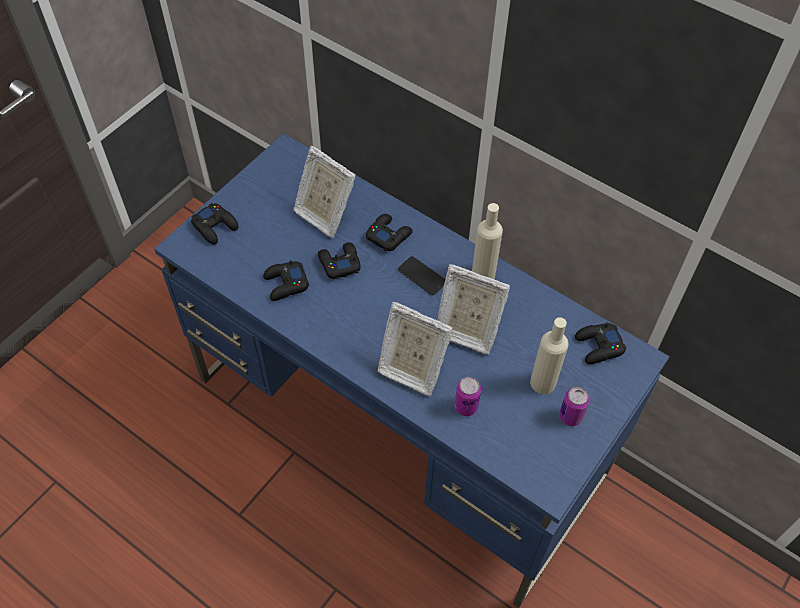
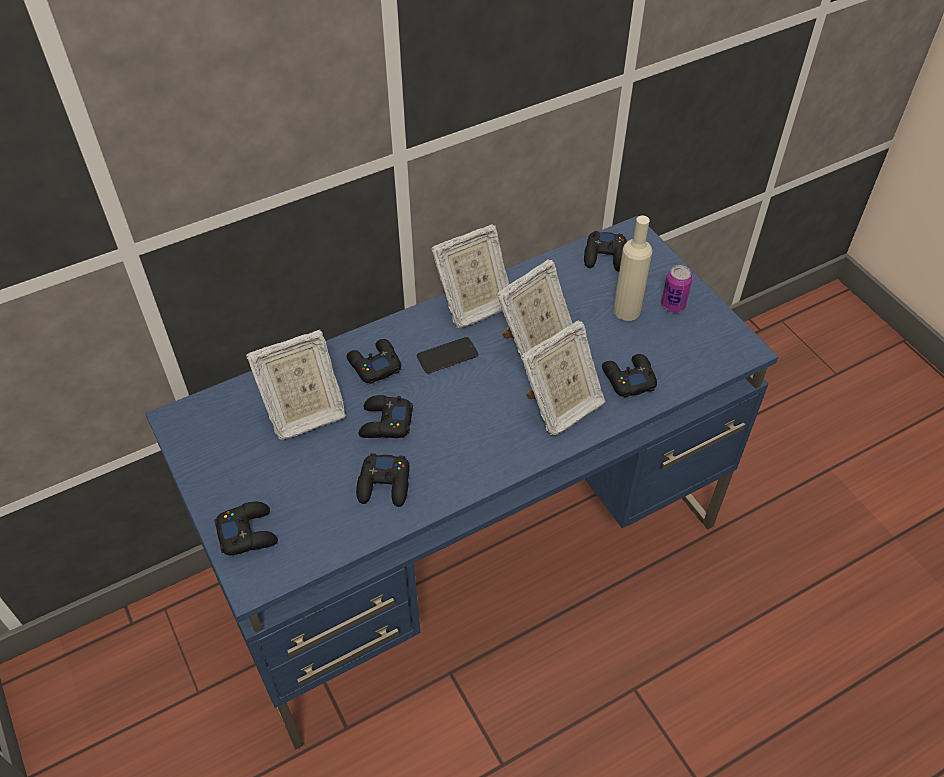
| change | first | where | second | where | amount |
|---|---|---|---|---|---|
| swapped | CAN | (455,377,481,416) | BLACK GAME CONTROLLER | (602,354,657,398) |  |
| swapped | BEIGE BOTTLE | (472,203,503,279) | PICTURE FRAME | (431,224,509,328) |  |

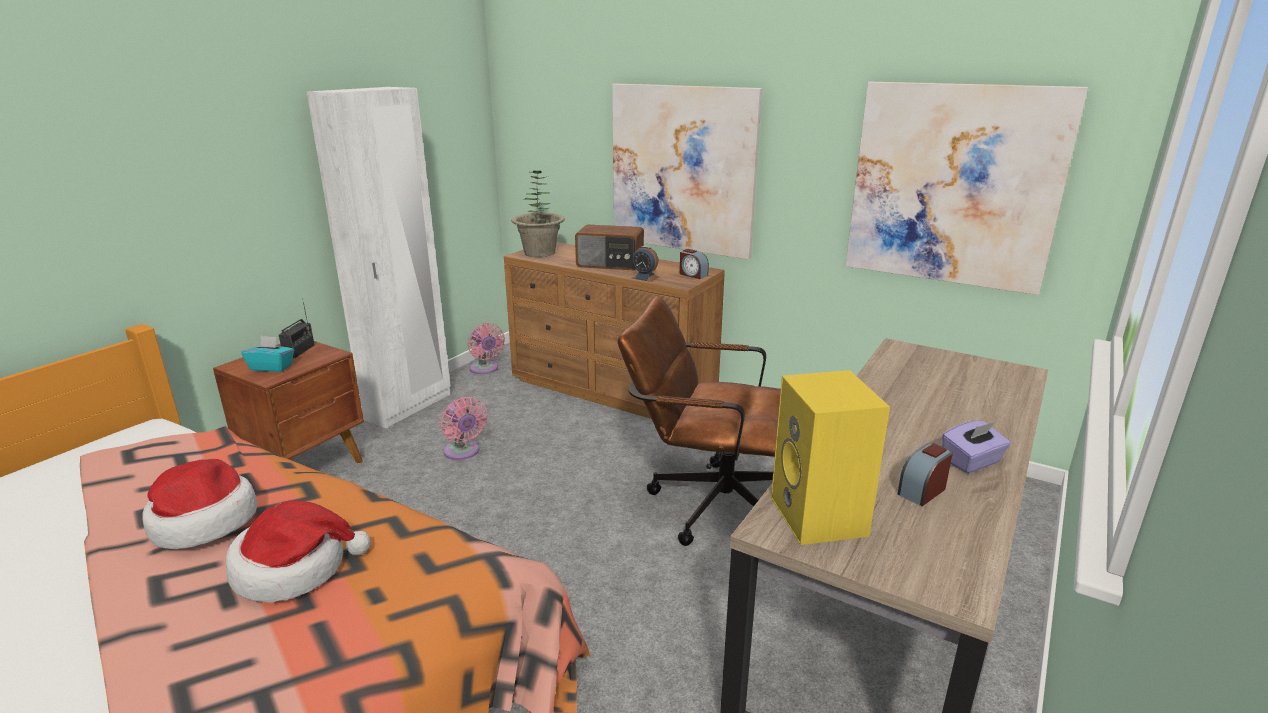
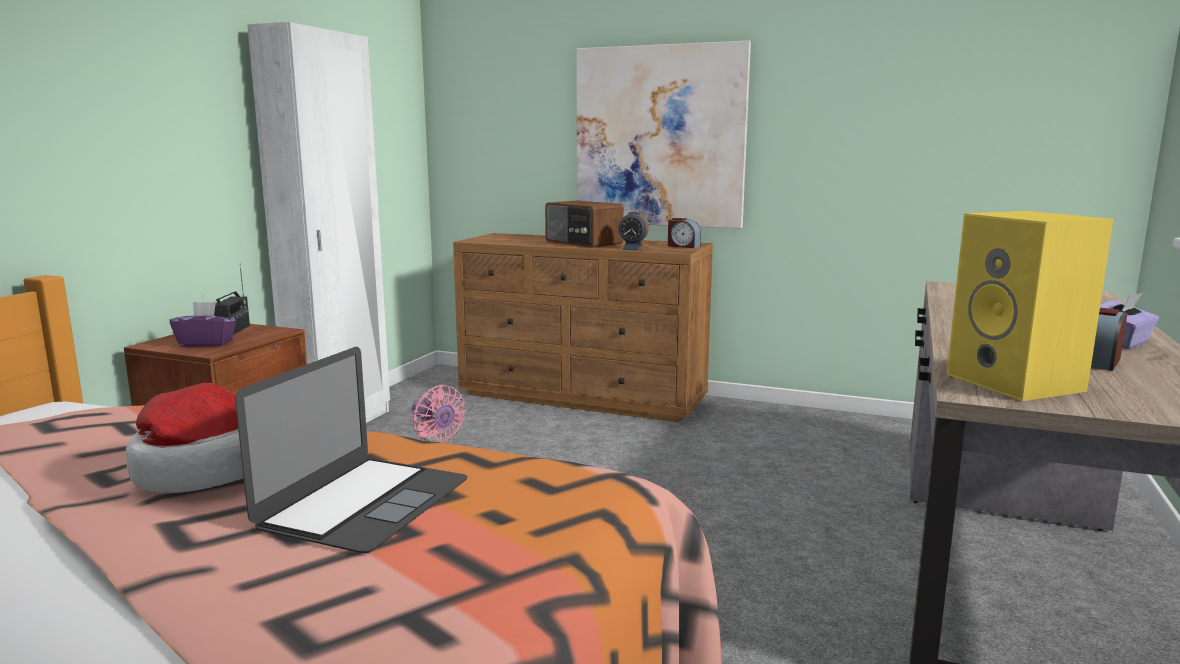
| change | first | where | second | where | amount |
|---|---|---|---|---|---|
| swapped | HAT | (226,500,371,602) | LAPTOP | (235,347,467,553) |  |
| repainted | TURQUOISE TISSUE BOX | (241,336,294,372) | PURPLE TISSUE BOX | (170,302,237,347) |  |
| gone | PINK FAN | (468,323,505,374) |  |  |  |
| gone | POTTED PLANT | (511,171,565,257) |  |  |  |
| rotated | RADIO | (575,225,644,271) |  | (545,201,624,248) | 45 degrees clockwise |
| gone | BROWN OFFICE CHAIR | (618,296,781,546) |  |  |  |
| gone | PICTURE | (845,82,1088,295) |  |  |  |

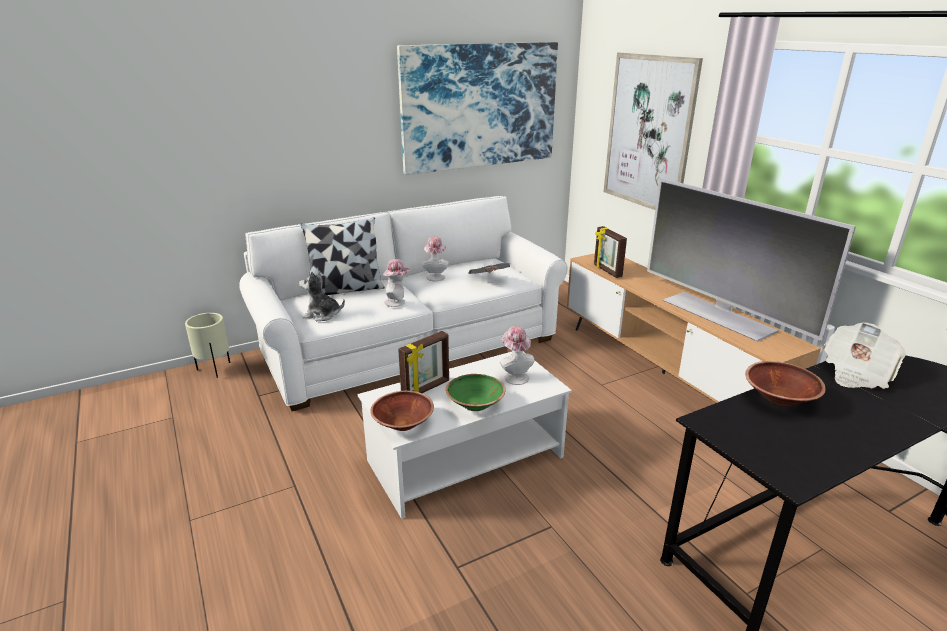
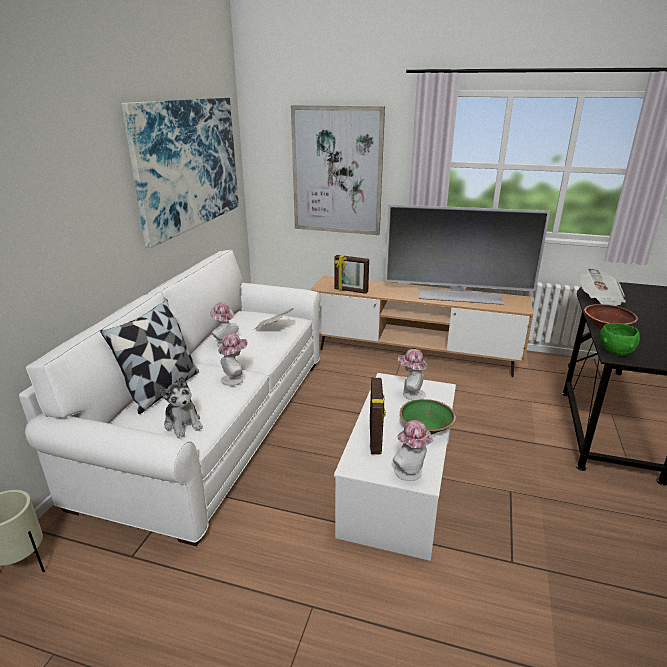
| change | first | where | second | where | amount |
|---|---|---|---|---|---|
| rotated | PLUSH TOY | (299,271,345,321) |  | (160,377,203,438) | 90 degrees counterclockwise |
| swapped | BROWN BOWL | (370,391,434,431) | HAT | (393,420,433,481) |  |
| new |  |  | GREEN BOWL | (600,323,640,355) |  |

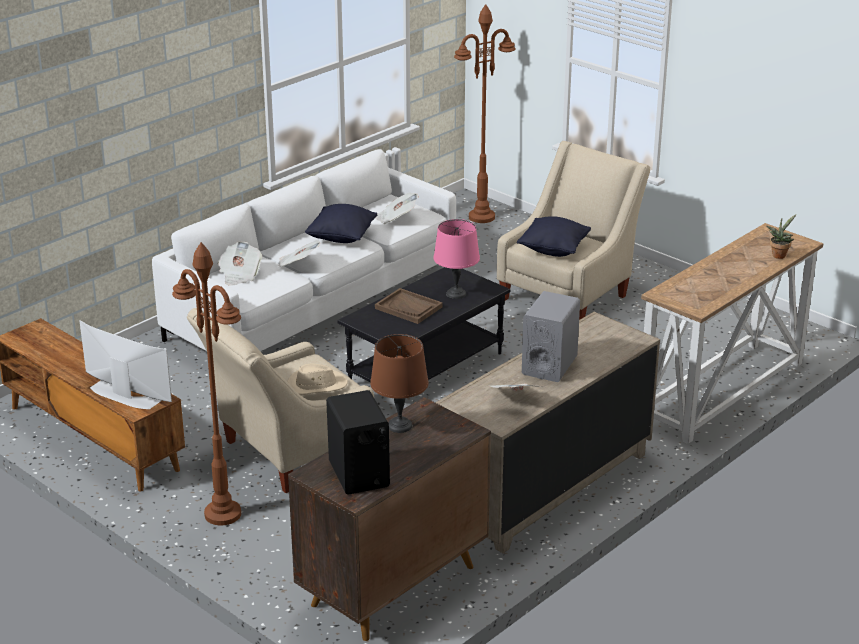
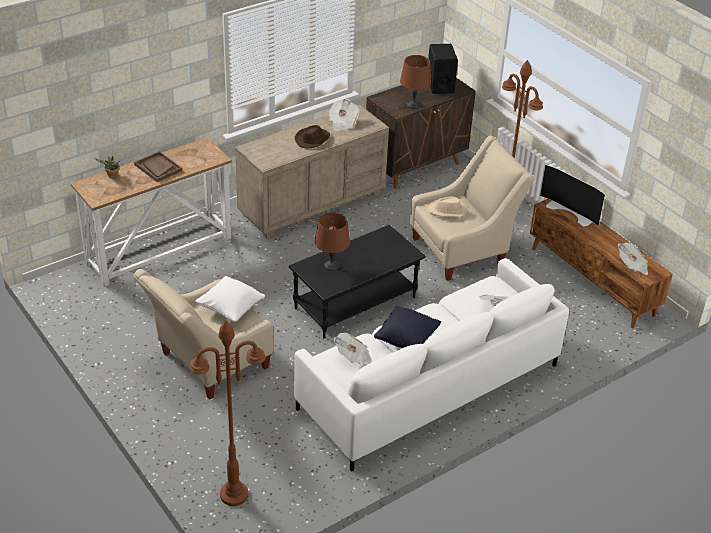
| change | first | where | second | where | amount |
|---|---|---|---|---|---|
| shifted | NEWSPAPER | (278,240,320,268) |  | (618,243,648,275) |  |
| shifted | BROWN TRAY | (375,288,443,324) |  | (134,151,182,182) |  |
| repainted | PINK TABLE LAMP | (434,219,480,299) | BROWN TABLE LAMP | (315,212,350,271) |  |
| repainted | BLACK PILLOW | (517,216,591,257) | WHITE PILLOW | (195,276,265,322) |  |
| swapped | GREY SPEAKER | (522,291,580,382) | BROWN HAT | (295,125,330,149) |  |

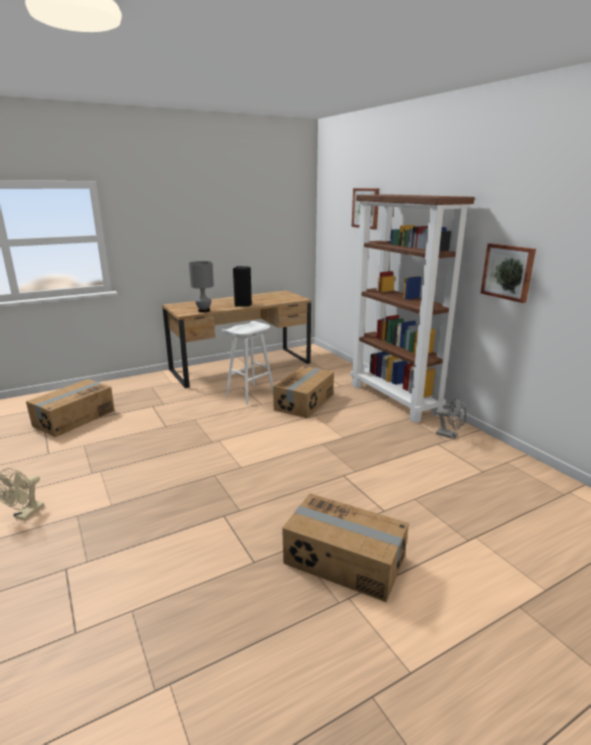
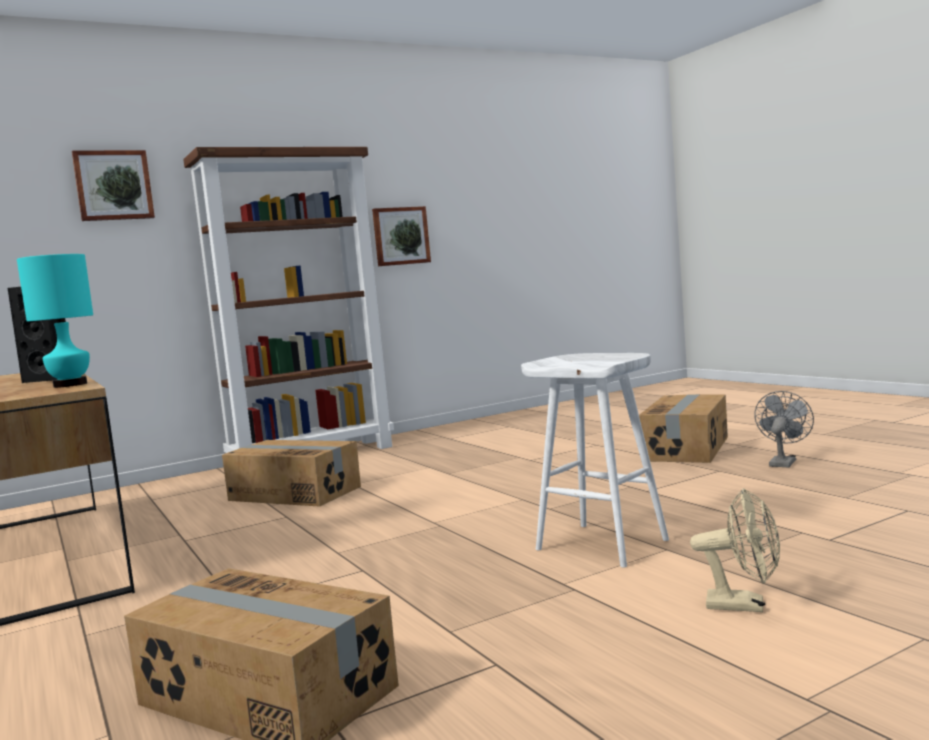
| change | first | where | second | where | amount |
|---|---|---|---|---|---|
| repainted | GREY TABLE LAMP | (189,261,214,313) | TURQUOISE TABLE LAMP | (17,254,93,388) |  |
| shifted | WHITE STOOL | (222,321,273,405) |  | (521,353,669,567) |  |
| shifted | GREY FAN | (436,397,467,439) |  | (754,391,814,468) |  |

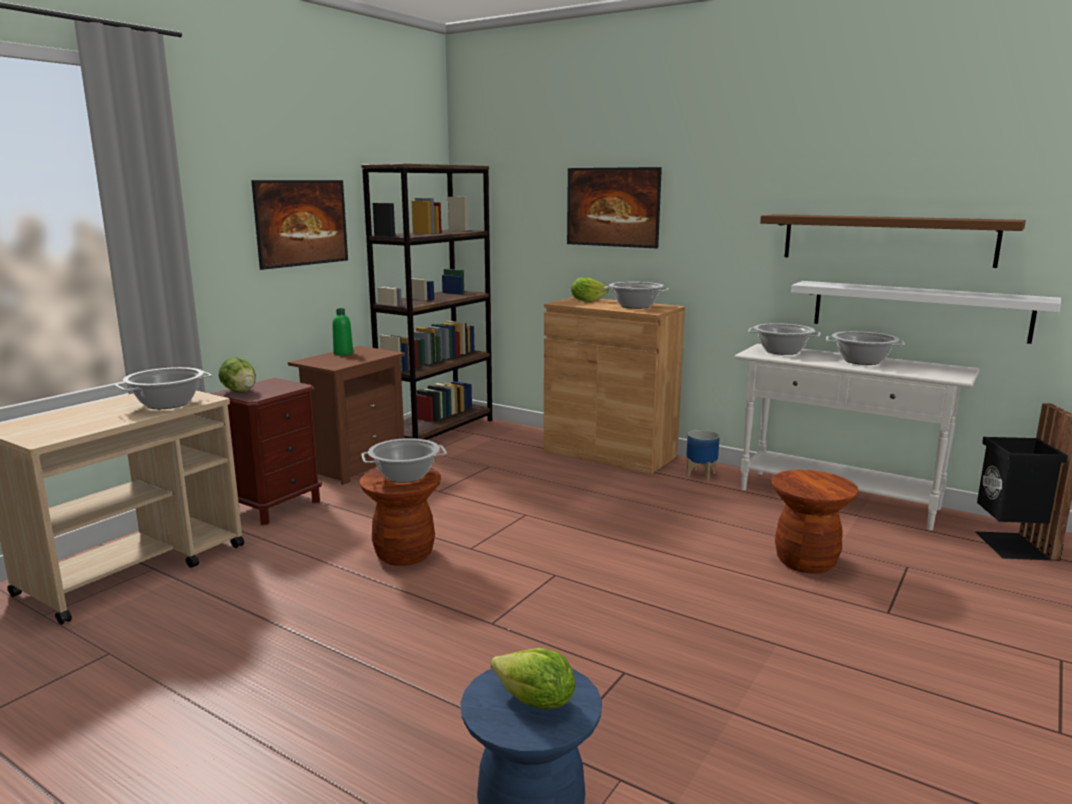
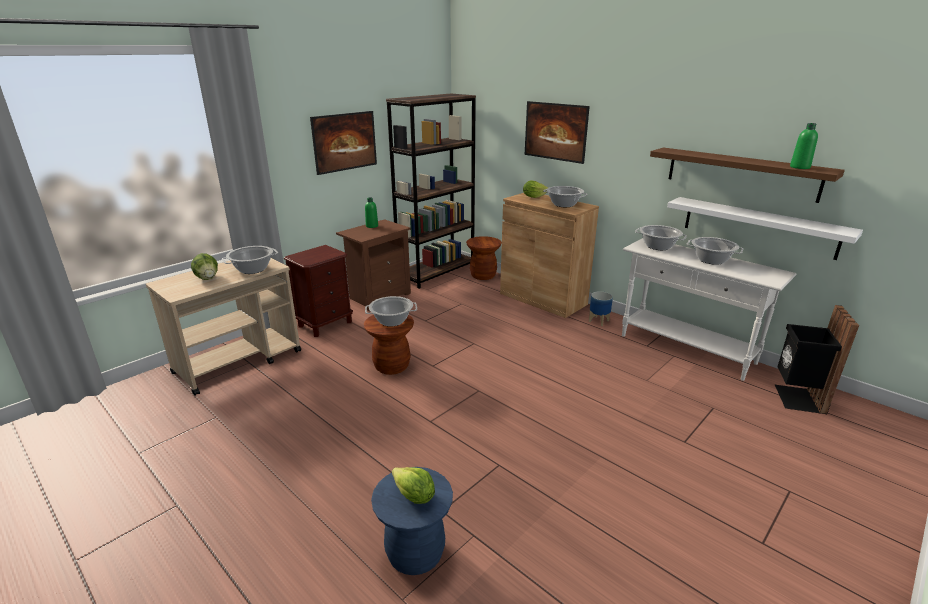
| change | first | where | second | where | amount |
|---|---|---|---|---|---|
| shifted | LETTUCE | (218,357,256,393) |  | (191,253,218,280) |  |
| shifted | BROWN STOOL | (772,470,859,574) |  | (466,236,502,280) |  |
| new |  |  | GREEN BOTTLE | (790,123,818,169) |  |

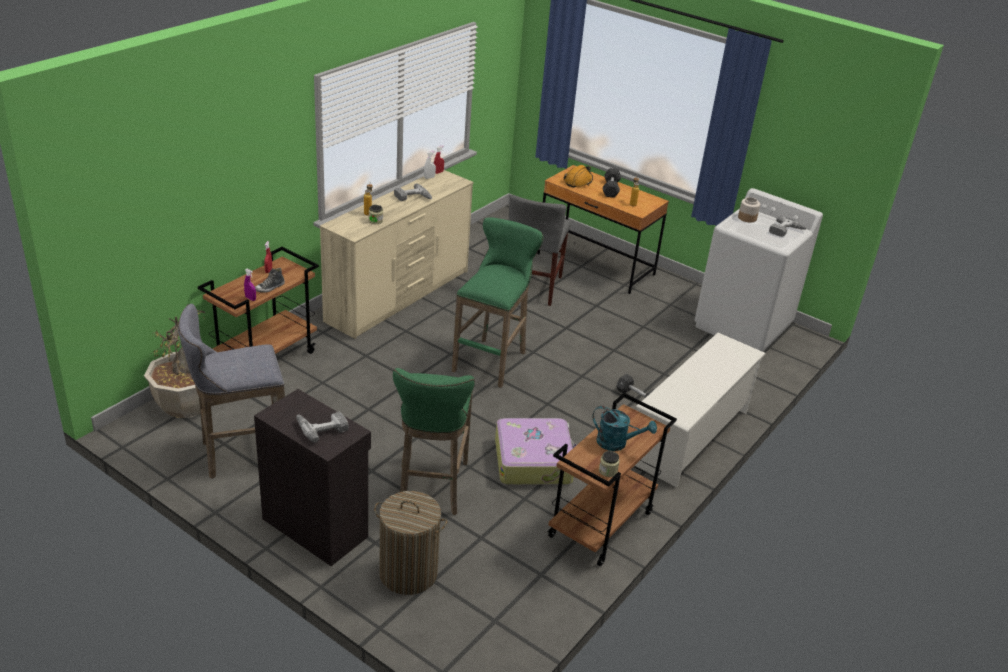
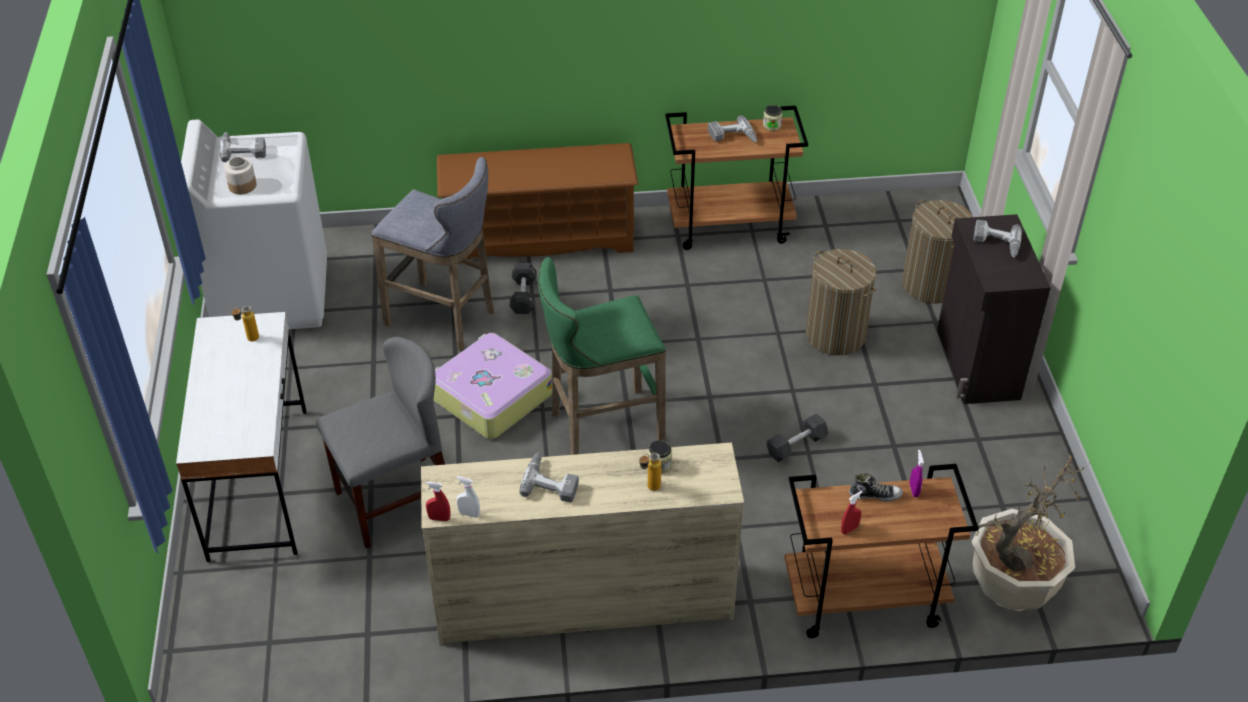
| change | first | where | second | where | amount |
|---|---|---|---|---|---|
| shifted | GREY STOOL | (178,304,285,479) |  | (372,157,494,351) |  |
| swapped | GREEN STOOL | (393,368,475,515) | LAUNDRY BASKET | (806,249,876,355) |  |
| shifted | SUITCASE | (495,418,577,485) |  | (434,333,553,439) |  |
| repainted | BROWN DESK | (537,165,669,294) | WHITE DESK | (176,312,307,562) |  |
| gone | ORANGE HARD HAT | (564,165,593,188) |  |  |  |
| swapped | TURQUOISE WATERING CAN | (592,406,657,451) | POWER DRILL | (708,115,757,142) |  |
| shifted | BLACK DUMBBELL | (603,168,621,198) |  | (766,413,829,462) |  |
| repainted | WHITE SHOE RACK | (635,333,766,487) | BROWN SHOE RACK | (437,143,639,264) |  |

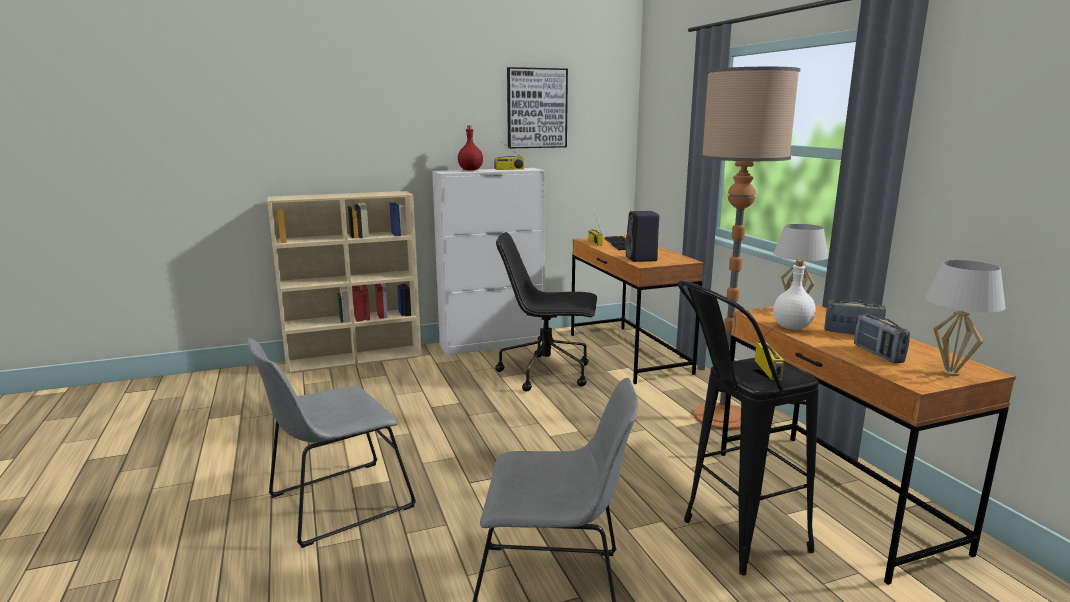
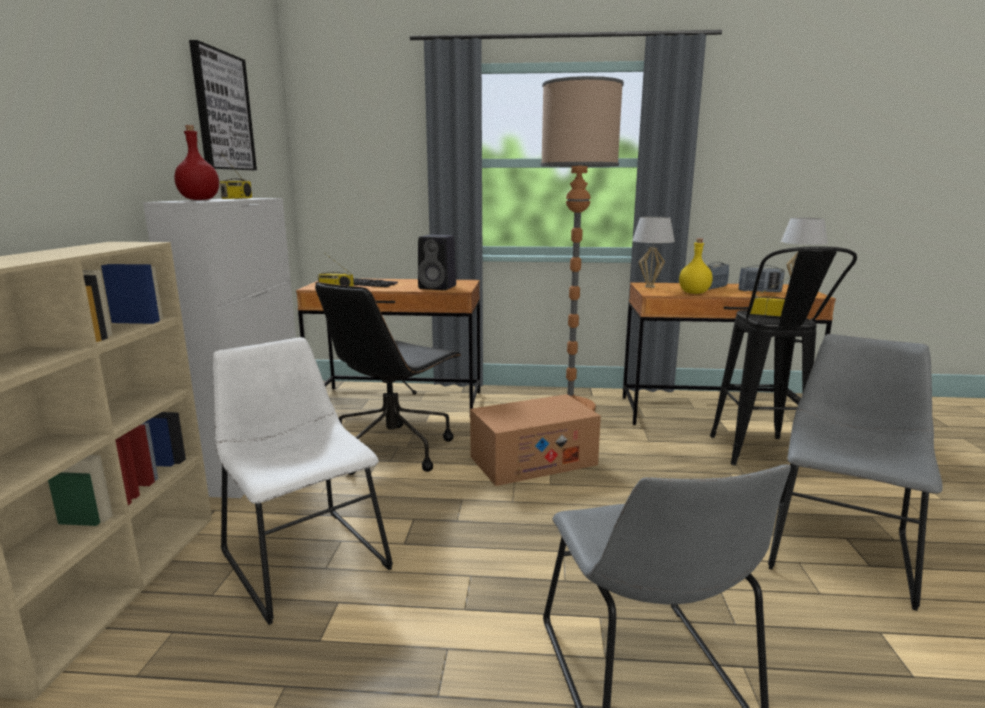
| change | first | where | second | where | amount |
|---|---|---|---|---|---|
| repainted | WHITE BOTTLE | (773,260,816,330) | YELLOW BOTTLE | (679,238,713,294) |  |
| new |  |  | WHITE CHAIR | (213,337,393,625) |  |
| new |  |  | CARDBOARD BOX | (470,394,601,486) |  |

